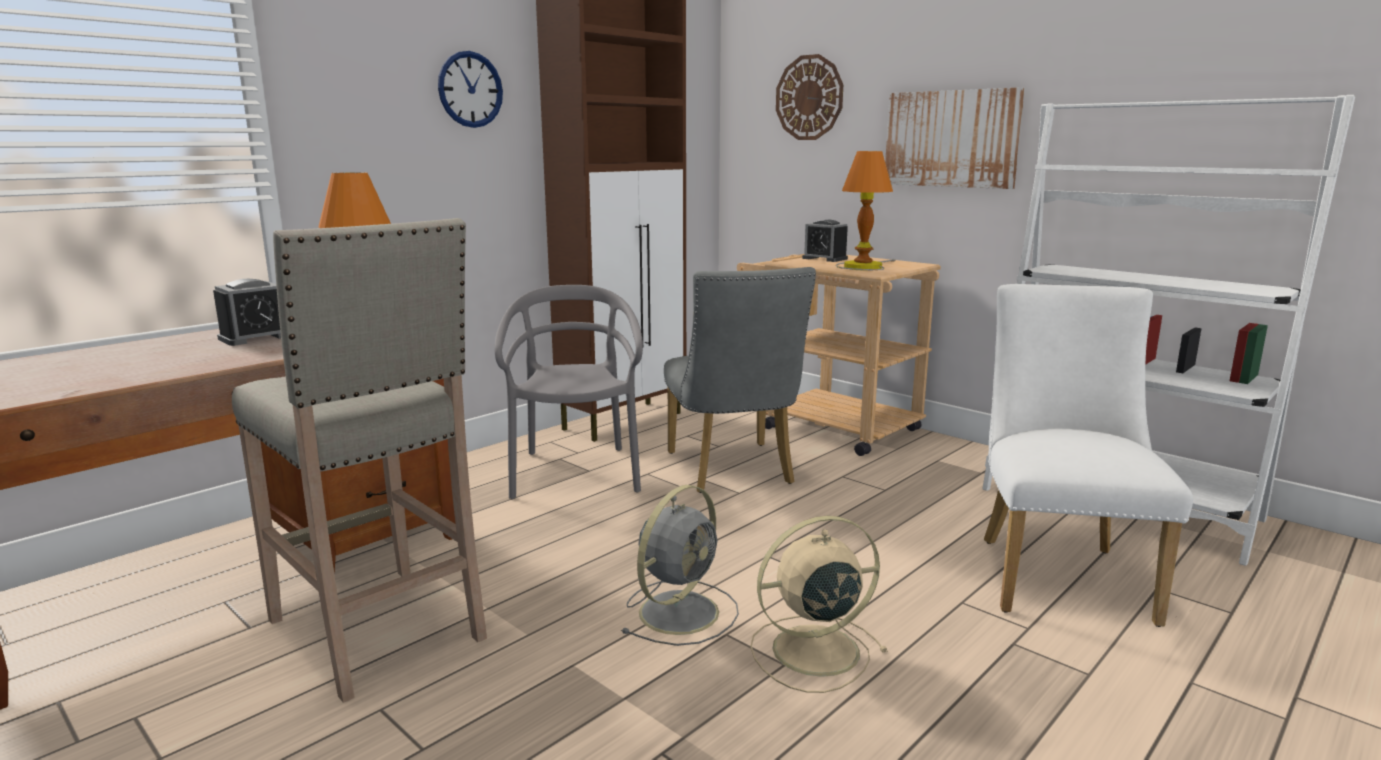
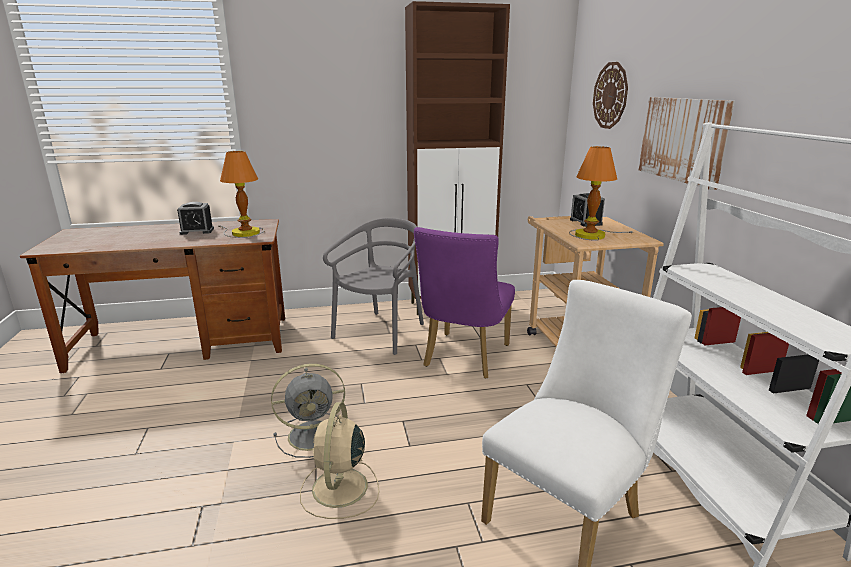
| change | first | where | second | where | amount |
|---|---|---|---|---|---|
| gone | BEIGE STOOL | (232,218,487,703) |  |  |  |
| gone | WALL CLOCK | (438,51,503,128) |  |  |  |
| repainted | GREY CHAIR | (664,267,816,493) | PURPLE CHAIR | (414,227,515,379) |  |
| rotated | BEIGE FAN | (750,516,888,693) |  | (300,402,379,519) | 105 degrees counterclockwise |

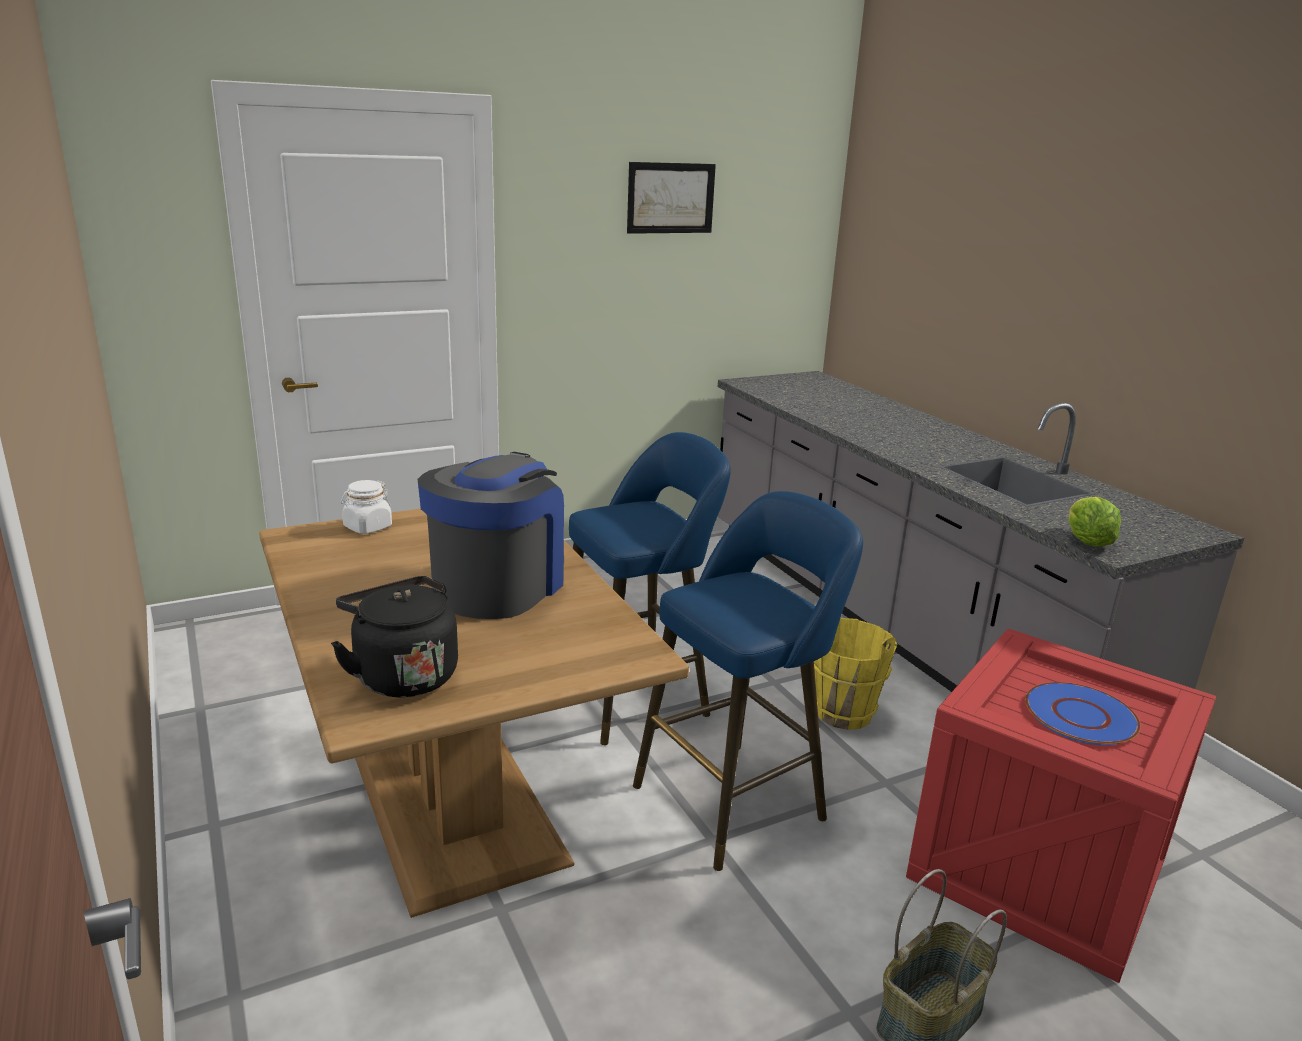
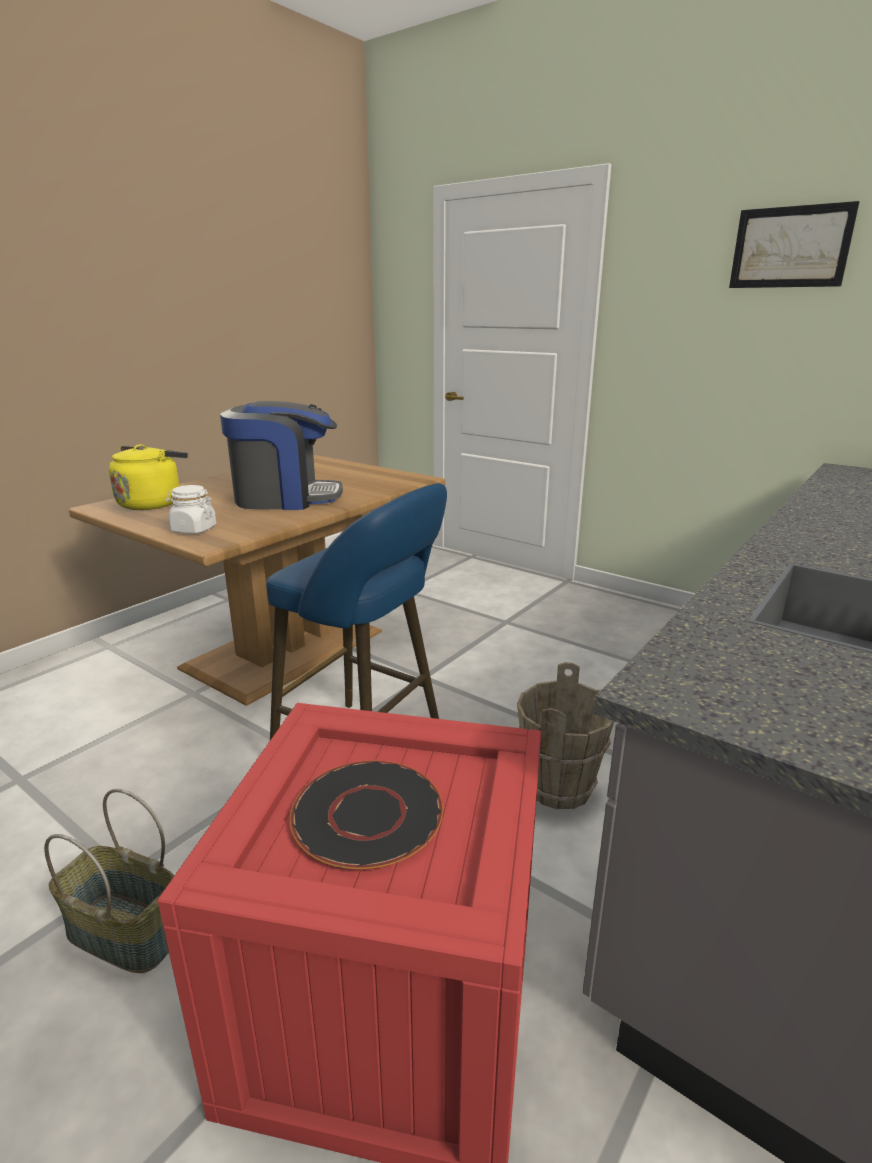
| change | first | where | second | where | amount |
|---|---|---|---|---|---|
| repainted | BLACK KETTLE | (331,576,458,698) | YELLOW KETTLE | (109,444,188,510) |  |
| shifted | WHITE JAR | (341,480,392,534) |  | (166,485,216,533) |  |
| gone | BLUE STOOL | (569,432,731,745) |  |  |  |
| repainted | YELLOW BUCKET | (814,618,897,730) | BROWN BUCKET | (517,662,614,809) |  |
| repainted | BLUE PLATE | (1025,682,1141,745) | BLACK PLATE | (290,761,443,869) |  |
| gone | LETTUCE | (1068,497,1121,547) |  |  |  |

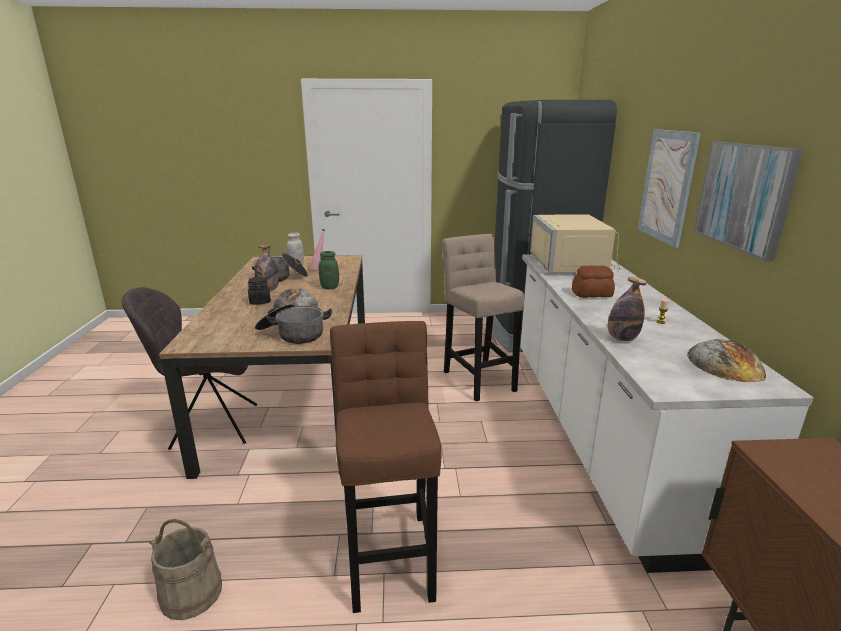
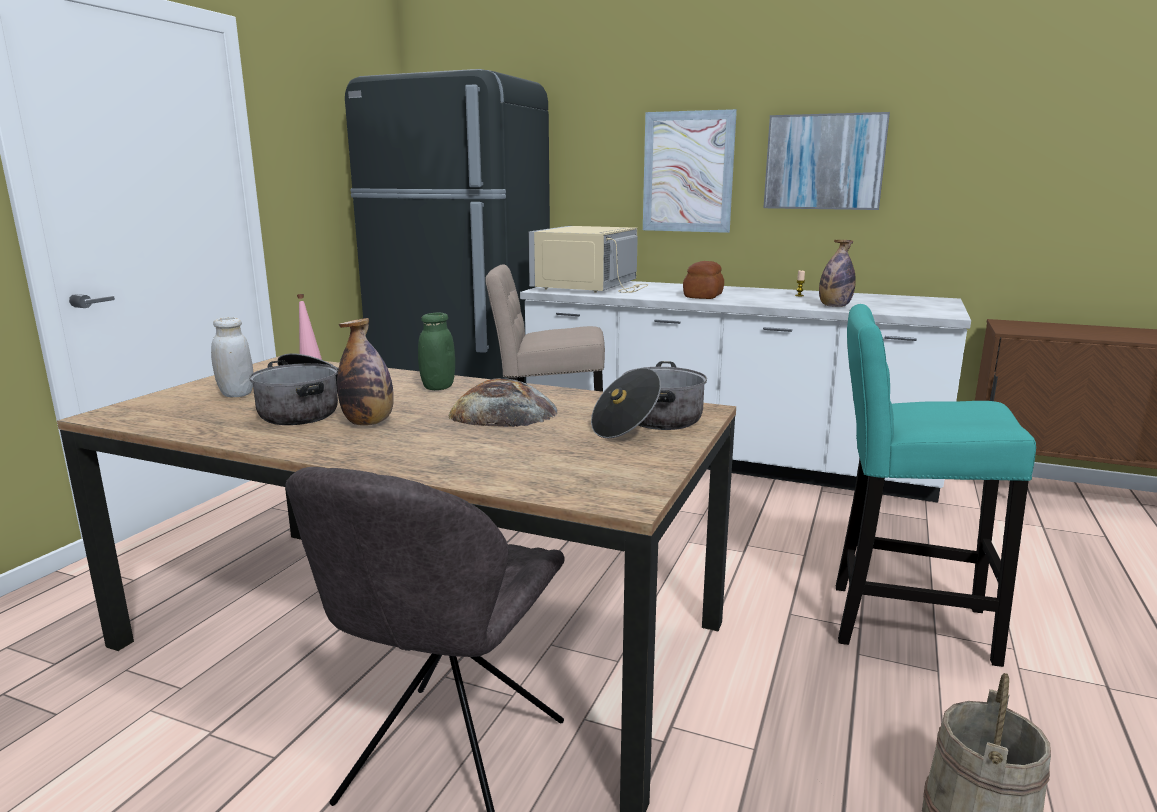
| change | first | where | second | where | amount |
|---|---|---|---|---|---|
| gone | BLACK JAR | (248,277,271,305) |  |  |  |
| repainted | BROWN STOOL | (330,321,441,613) | TURQUOISE STOOL | (836,304,1036,667) |  |
| rotated | BEIGE MICROWAVE | (530,214,620,272) |  | (528,226,648,293) | 90 degrees clockwise |
| gone | BREAD | (687,339,766,382) |  |  |  |

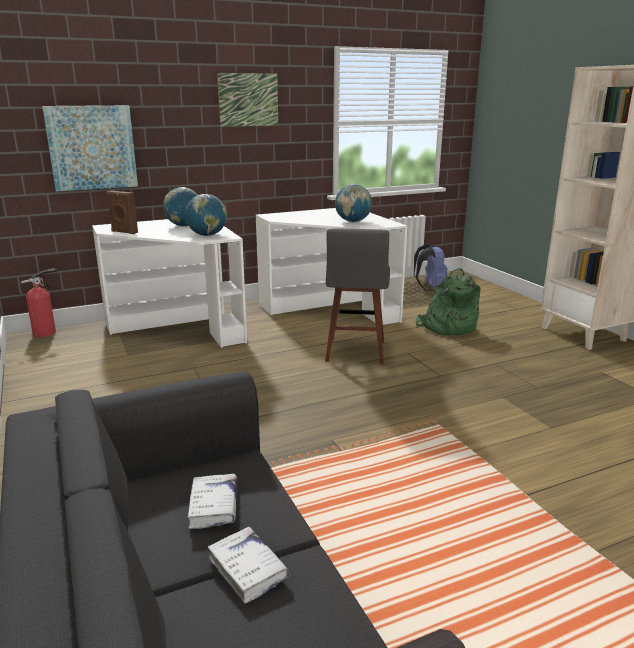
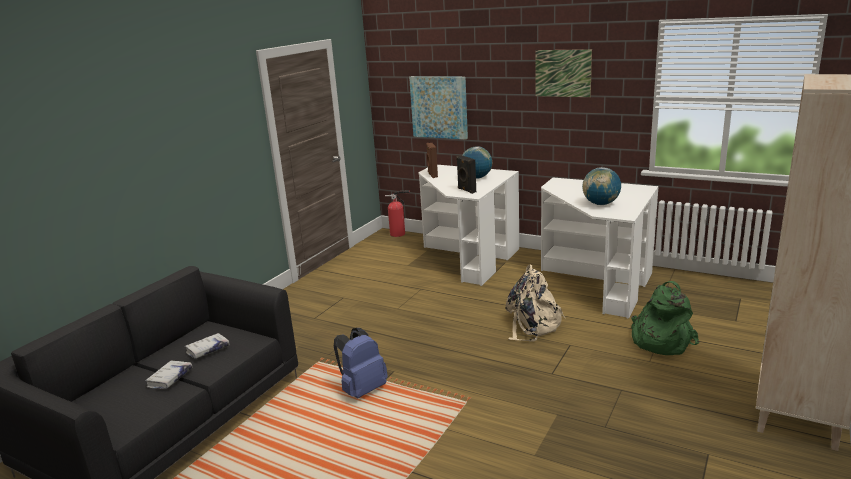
| change | first | where | second | where | amount |
|---|---|---|---|---|---|
| swapped | GLOBE | (185,194,227,236) | BLACK SPEAKER | (456,155,476,194) |  |
| swapped | GREY STOOL | (325,228,390,364) | BEIGE BACKPACK | (506,264,566,342) |  |
| shifted | BLUE BACKPACK | (414,244,447,290) |  | (334,328,388,398) |  |

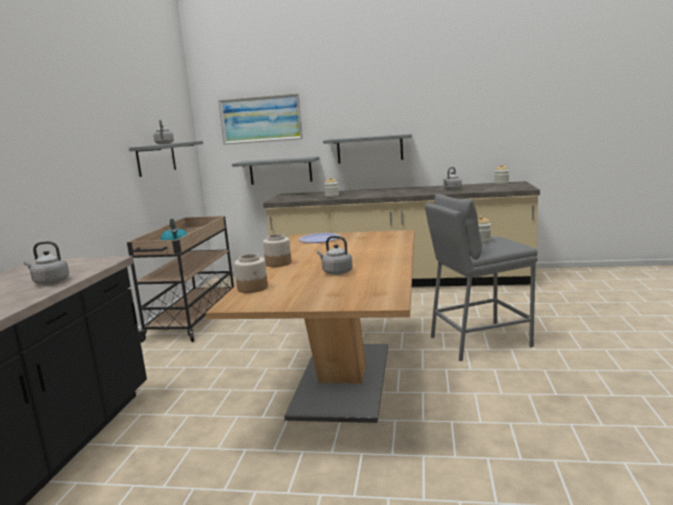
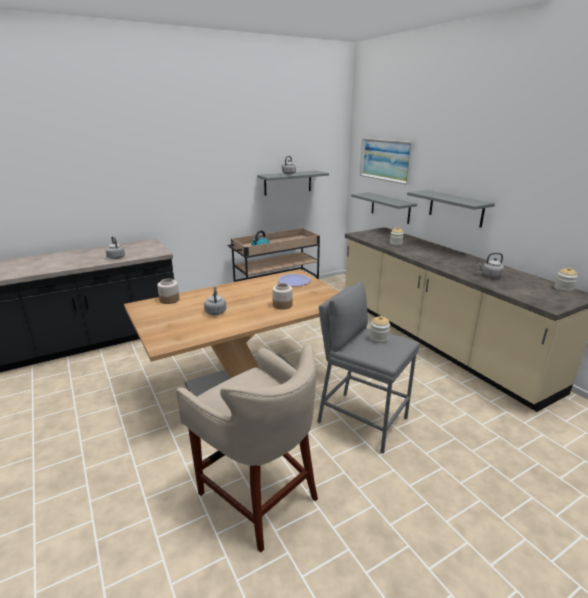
| change | first | where | second | where | amount |
|---|---|---|---|---|---|
| shifted | JAR | (263,234,292,267) |  | (272,283,293,310) |  |
| new |  |  | BEIGE STOOL | (176,343,318,552) |  |

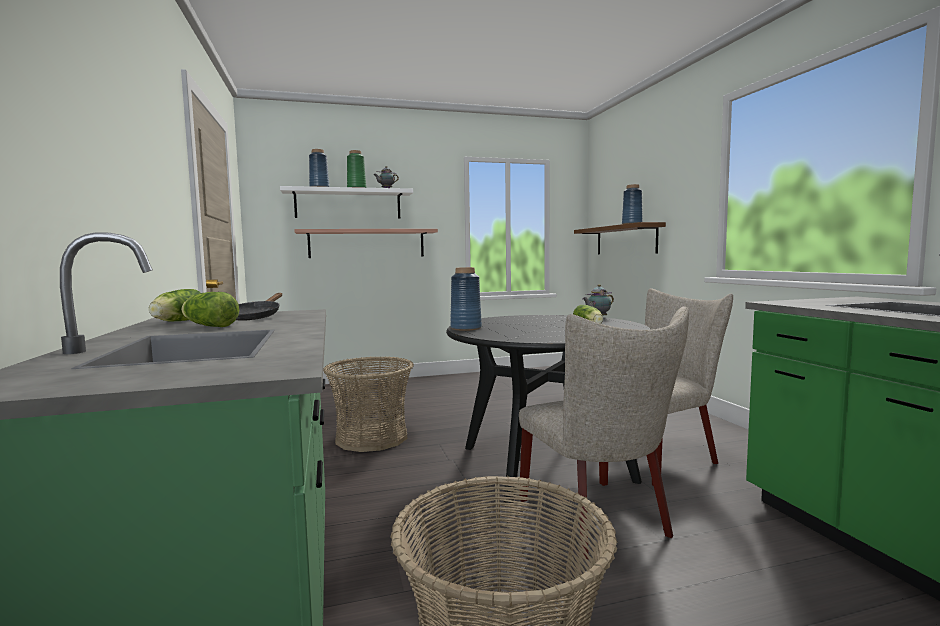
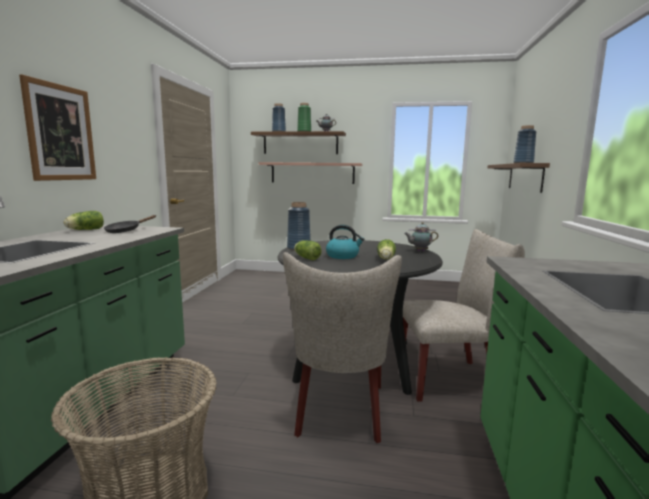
| change | first | where | second | where | amount |
|---|---|---|---|---|---|
| shifted | LETTUCE | (181,292,239,327) |  | (294,240,322,261) |  |
| repainted | WHITE SHELF | (280,186,413,219) | BROWN SHELF | (251,131,346,154) |  |
| gone | BASKET | (323,356,414,452) |  |  |  |
| new |  |  | PICTURE | (19,75,96,181) |  |
| new |  |  | KETTLE | (326,225,364,259) |  |

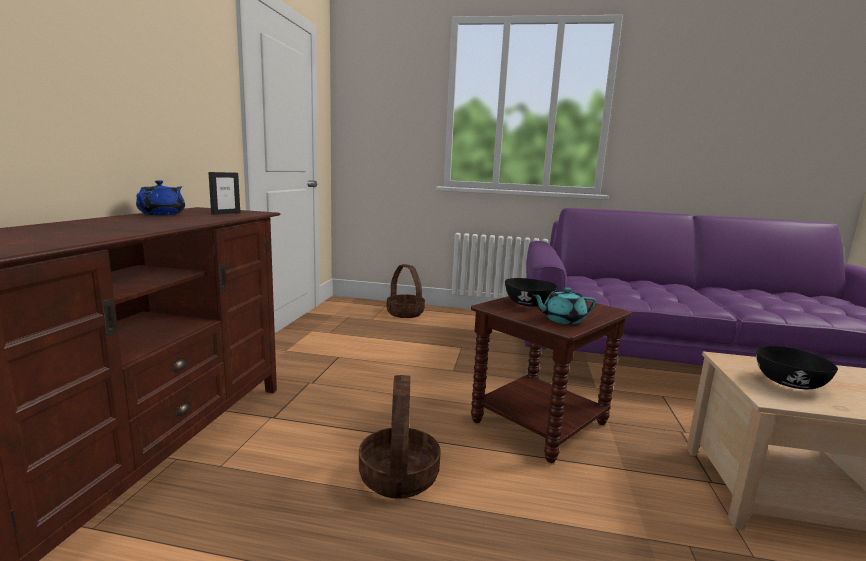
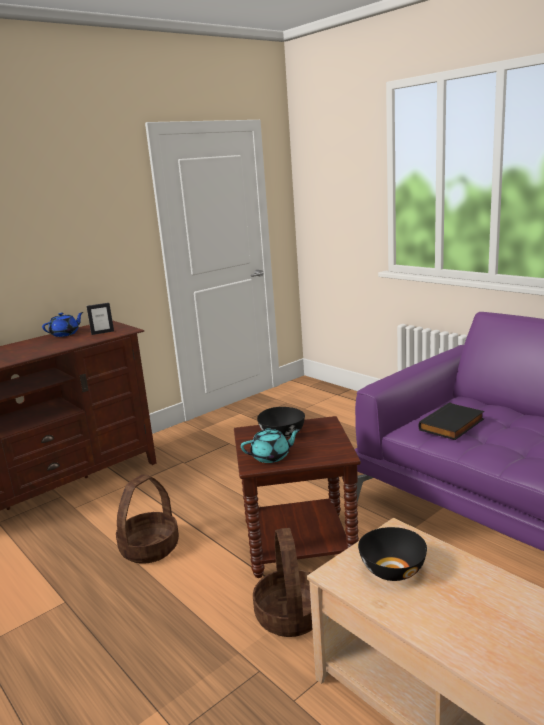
| change | first | where | second | where | amount |
|---|---|---|---|---|---|
| shifted | BASKET | (387,264,425,318) |  | (253,528,312,637) |  |
| rotated | TURQUOISE TEAPOT | (532,287,596,324) |  | (241,428,301,463) | 135 degrees clockwise |
| new |  |  | BLACK BOOK | (418,402,484,440) |  |

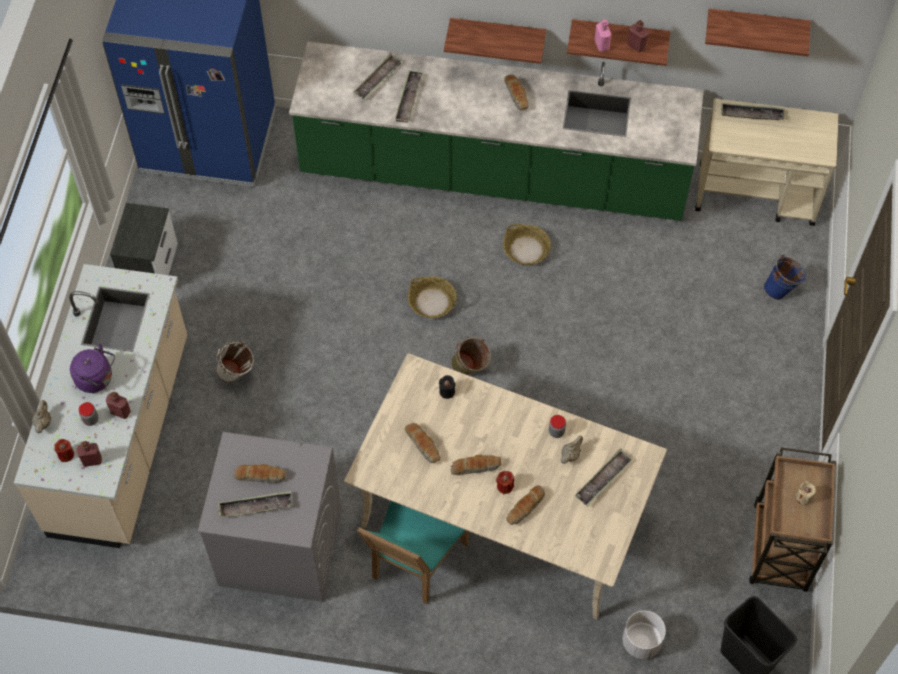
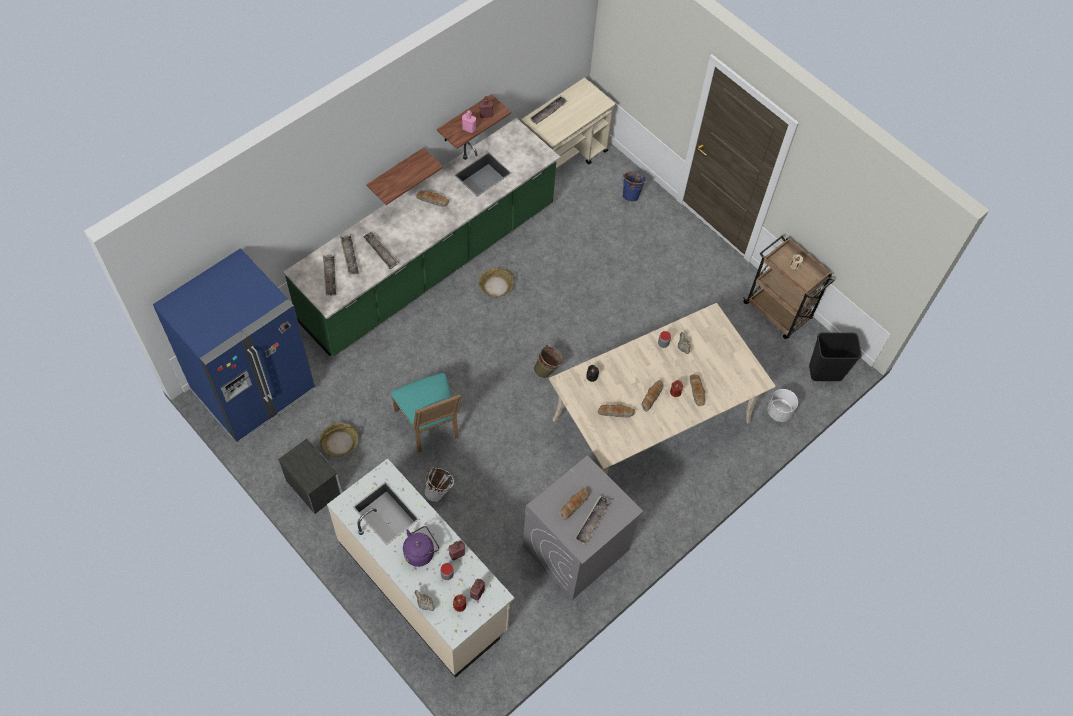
| change | first | where | second | where | amount |
|---|---|---|---|---|---|
| shifted | TURQUOISE CHAIR | (357,501,469,604) |  | (391,373,462,453) |  |
| shifted | BASKET | (408,276,457,318) |  | (320,423,358,457) |  |
| shifted | TRAY | (575,448,633,507) |  | (323,255,338,296) |  |
| gone | SHELF | (705,9,811,56) |  |  |  |

